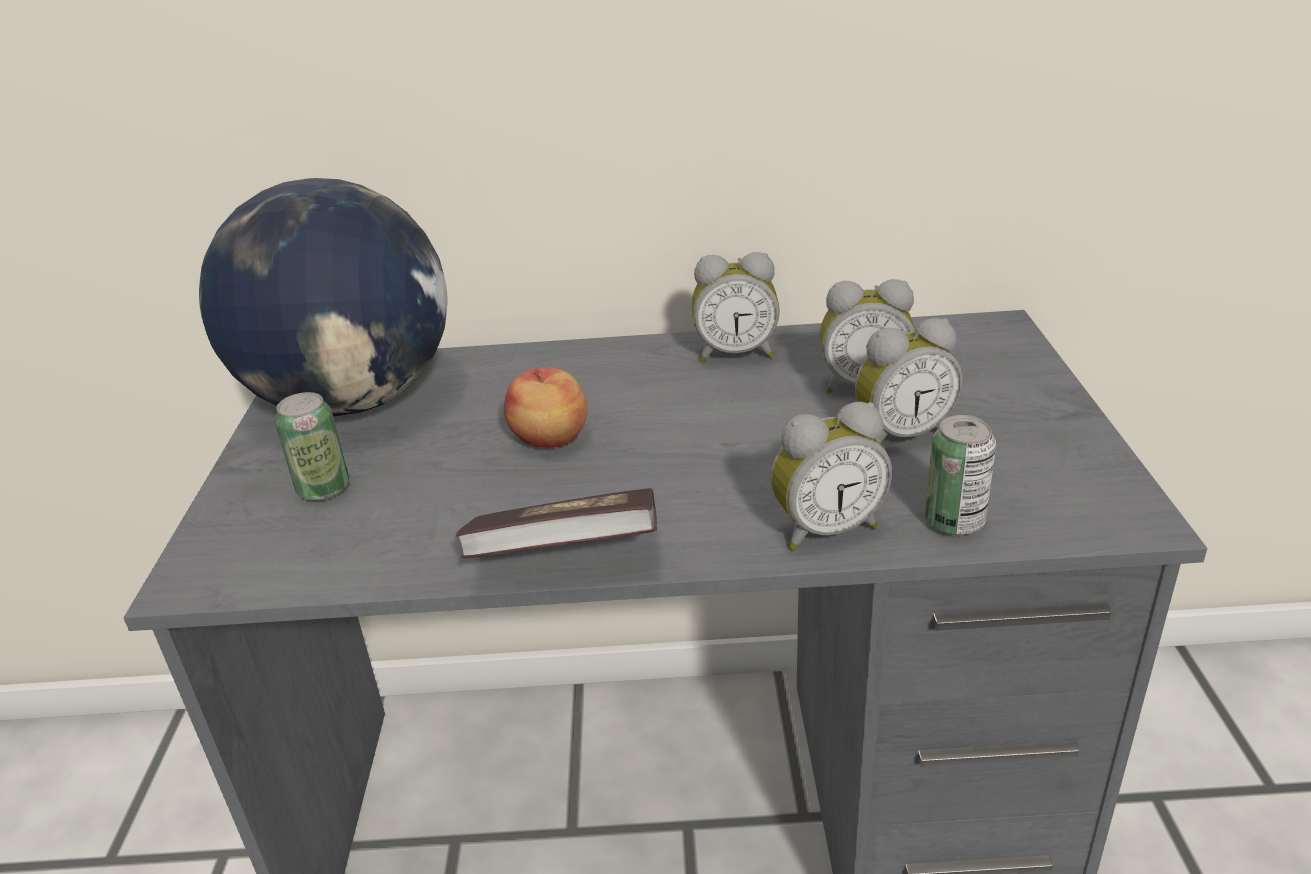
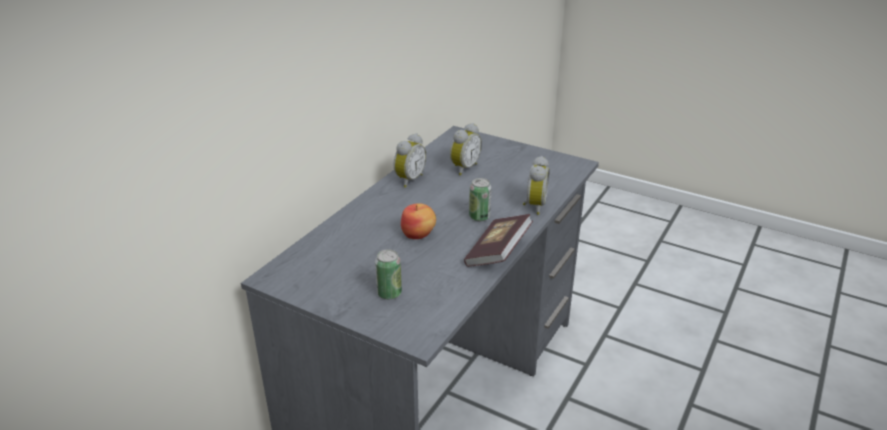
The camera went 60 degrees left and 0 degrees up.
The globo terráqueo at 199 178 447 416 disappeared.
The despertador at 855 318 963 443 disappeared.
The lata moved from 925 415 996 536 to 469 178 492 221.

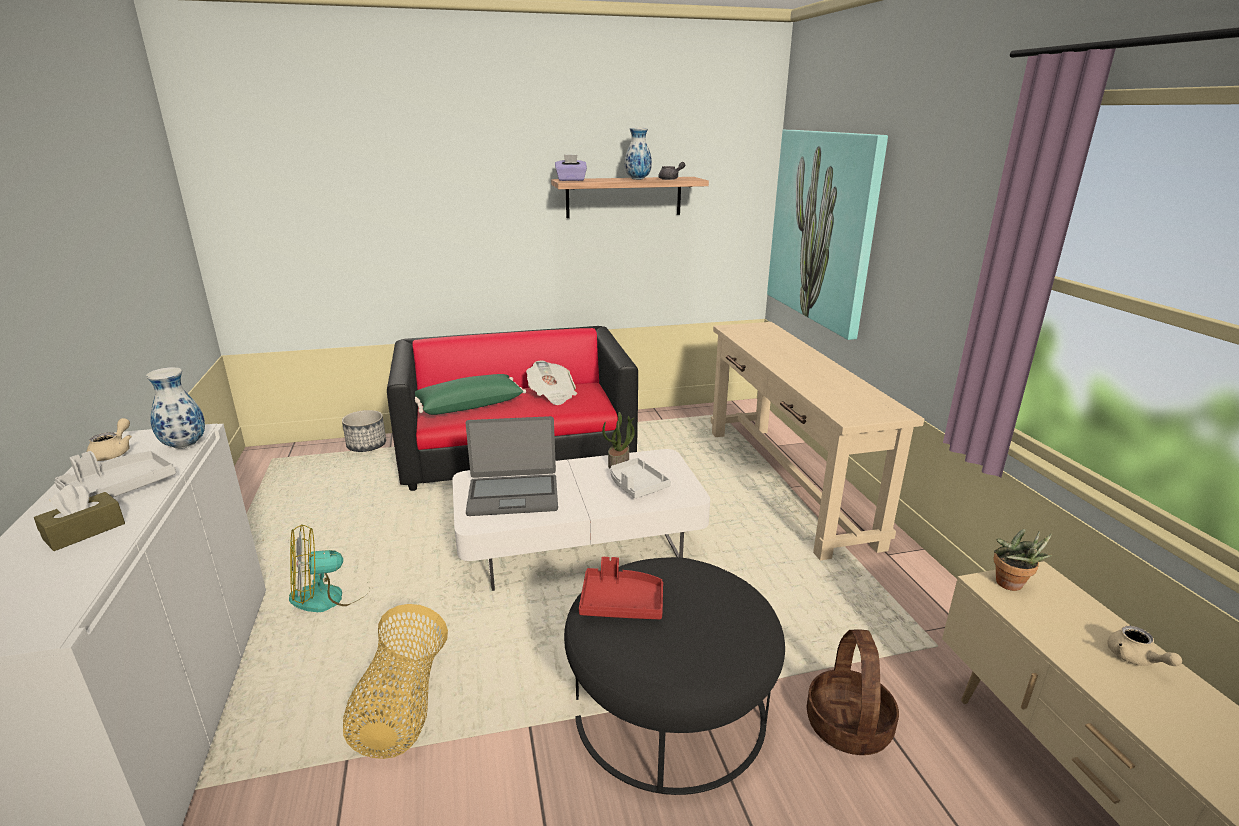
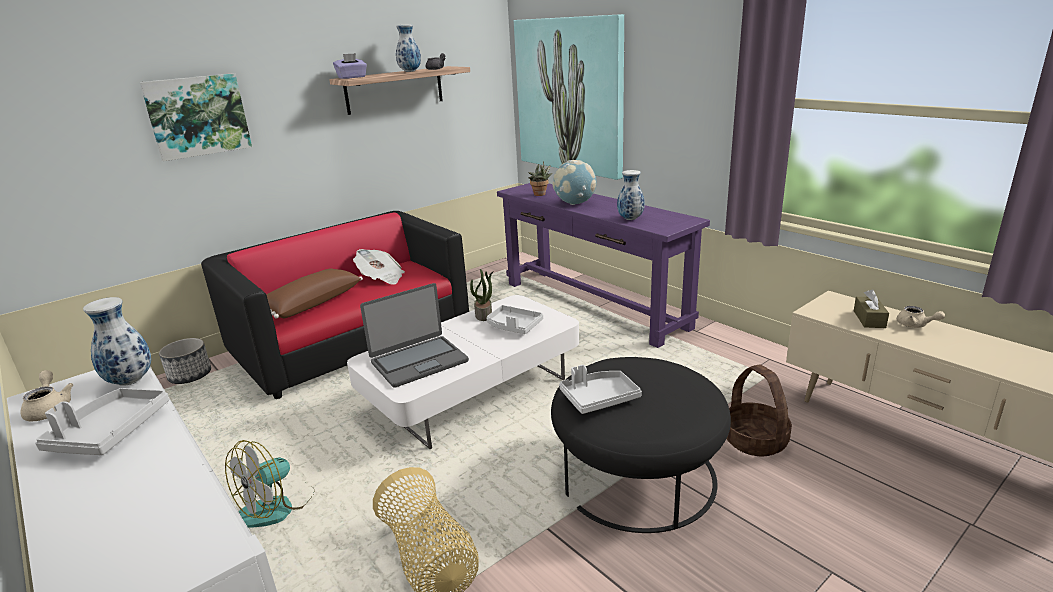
The camera went 25 degrees left and 0 degrees up.
The caja de pañuelos [marrón] moved from 34 485 125 551 to 854 289 889 328.
The cojín [verde] at 415 374 526 415 became the cojín [marrón] at 266 268 363 318.
The bandeja [rojo] at 579 557 663 619 became the bandeja [gris] at 559 365 642 414.
The mesa consola [beis] at 711 322 924 560 became the mesa consola [morado] at 497 183 710 348.
The planta en maceta moved from 993 529 1052 591 to 529 161 552 196.
The cuadro at 139 73 252 161 appeared.
The globo terráqueo at 553 160 596 205 appeared.
The florero at 617 170 645 220 appeared.

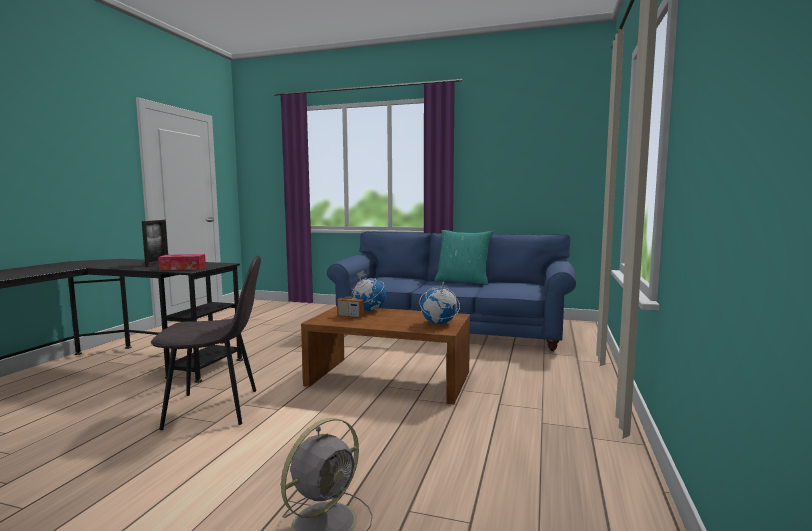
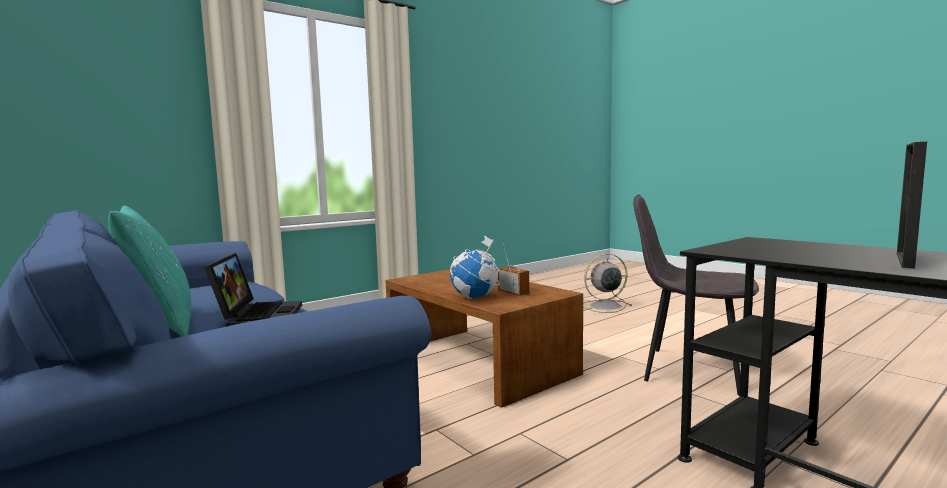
The camera went 145 degrees left and 0 degrees up.
The caja de pañuelos at 158 254 206 270 disappeared.
The globo terráqueo at 419 279 460 324 disappeared.
The portátil at 204 253 302 327 appeared.

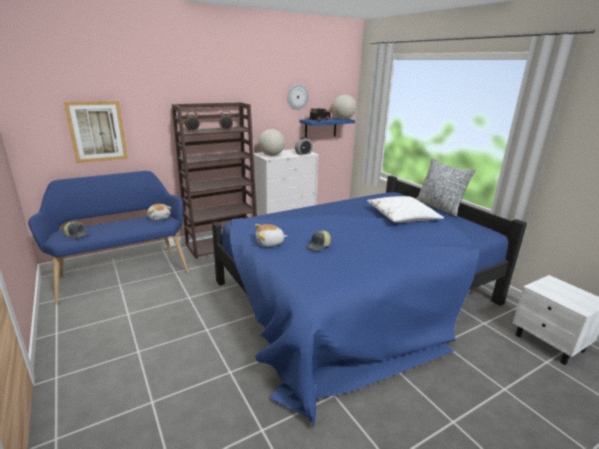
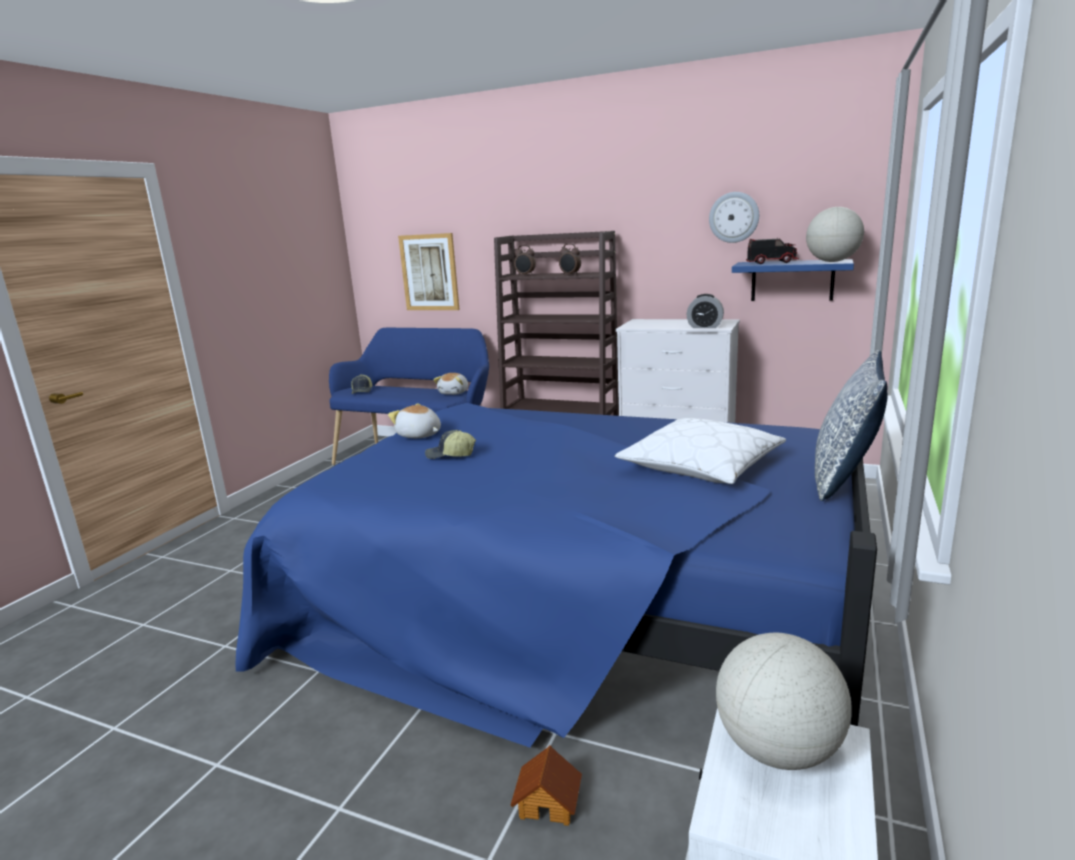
The camera went 55 degrees right and 5 degrees down.
The globo terráqueo moved from 259 129 285 156 to 716 633 852 770.
The casita at 510 745 582 826 appeared.

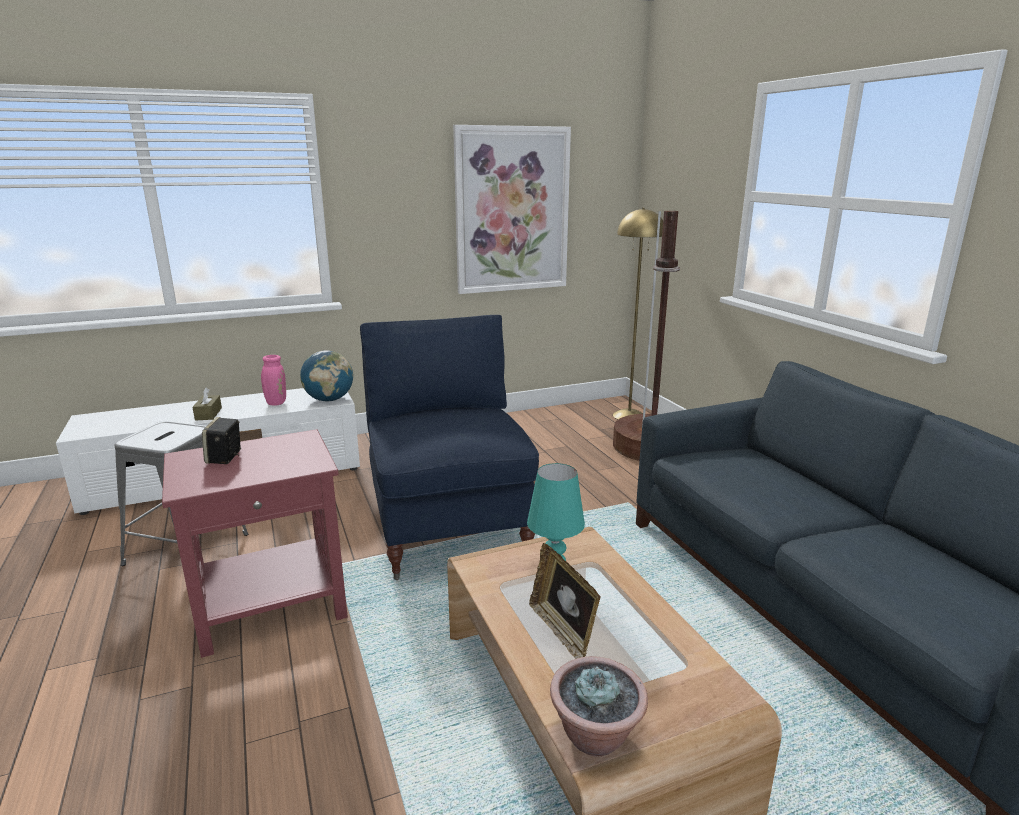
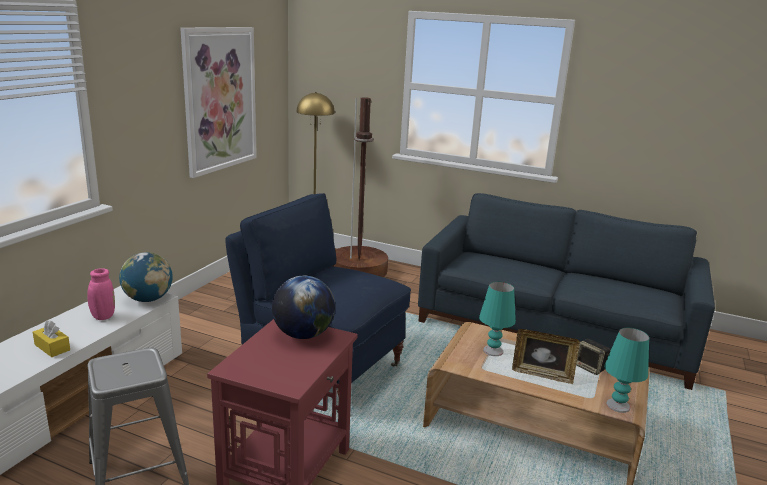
The camera went 45 degrees left and 0 degrees up.
The caja de pañuelos [marrón] at 192 388 222 421 became the caja de pañuelos [amarillo] at 33 320 70 357.
The altavoz moved from 202 417 241 464 to 576 339 610 375.
The planta en maceta at 550 656 648 756 was replaced by the lámpara de mesa [turquesa] at 604 328 649 413.
The globo terráqueo at 272 276 335 339 appeared.

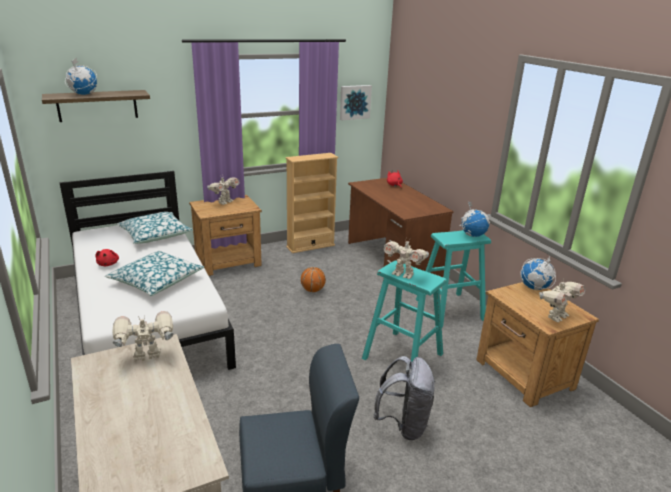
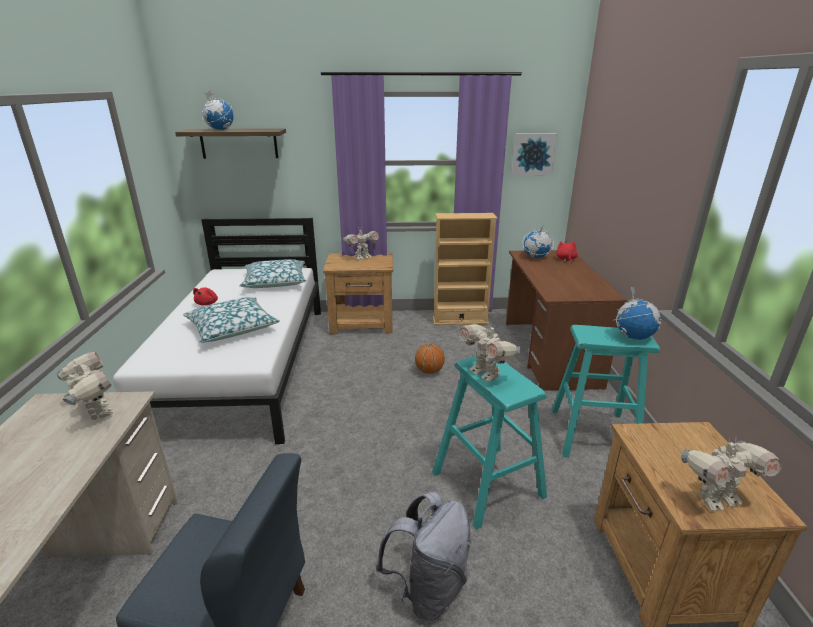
The camera went 25 degrees right and 0 degrees up.
The robot de juguete at 112 311 173 362 turned 45 degrees clockwise.
The globo terráqueo moved from 520 256 556 290 to 522 226 554 258.

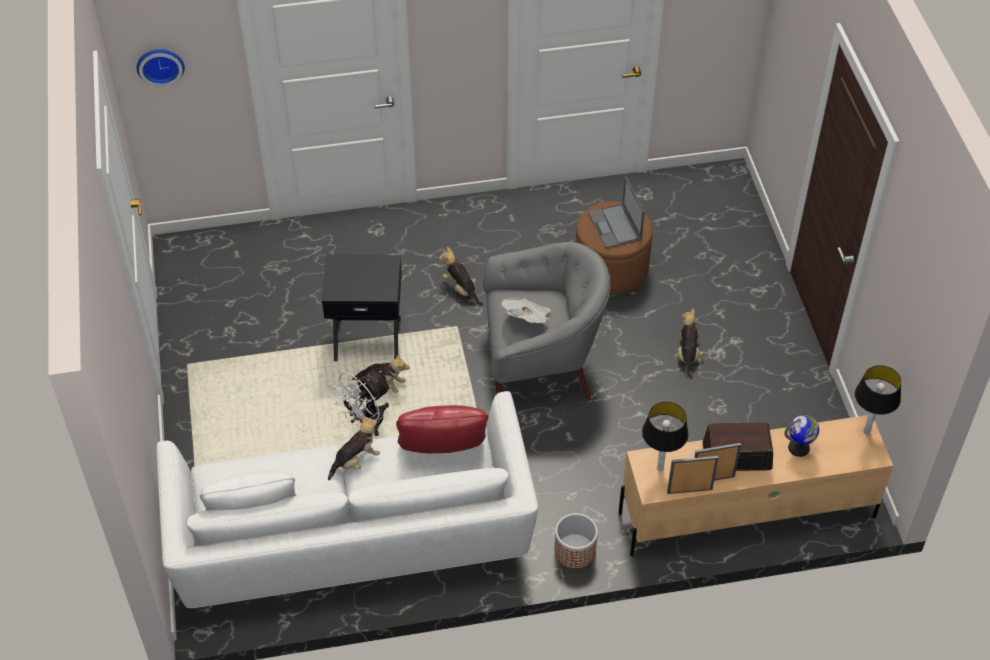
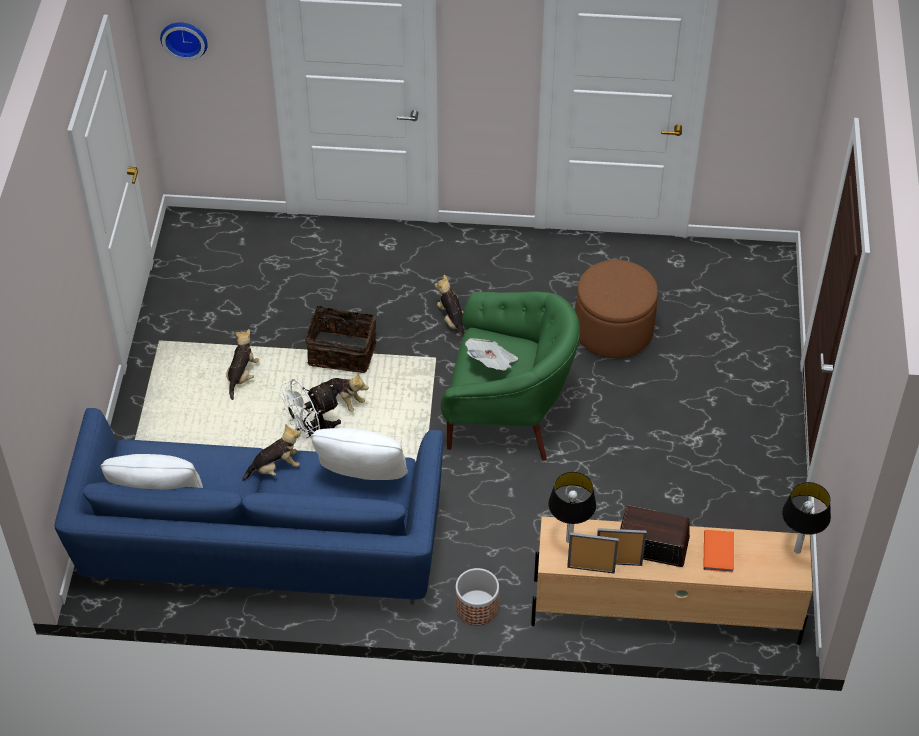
The camera went 15 degrees right and 0 degrees up.
The sofá [blanco] at 156 391 539 612 became the sofá [azul] at 54 408 443 605.
The mesa auxiliar [negro] at 322 254 402 361 was replaced by the cesta at 305 298 377 373.
The cojín [rojo] at 396 405 489 453 became the cojín [blanco] at 311 428 408 480.
The sillón [gris] at 483 242 610 401 became the sillón [verde] at 441 291 580 461.
The portátil at 588 176 645 248 disappeared.
The peluche moved from 678 308 704 379 to 226 329 259 400.
The globo terráqueo at 784 414 819 457 was replaced by the libro [naranja] at 703 530 734 572.

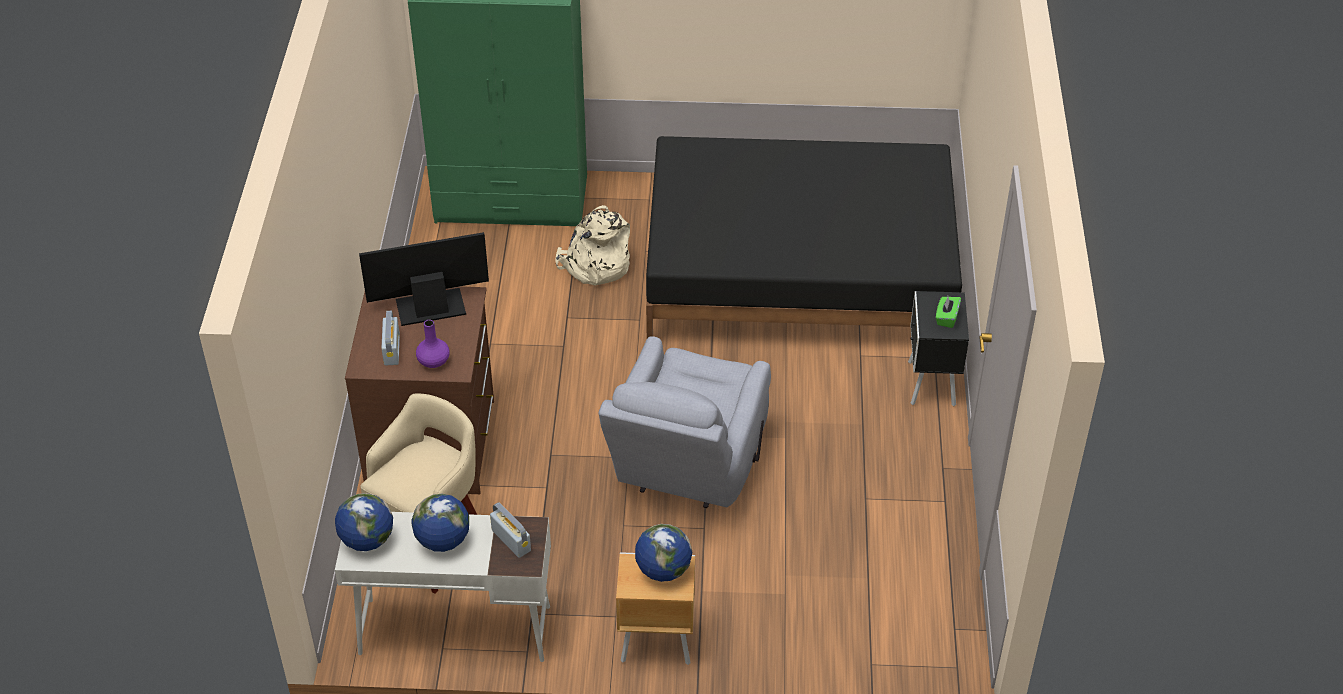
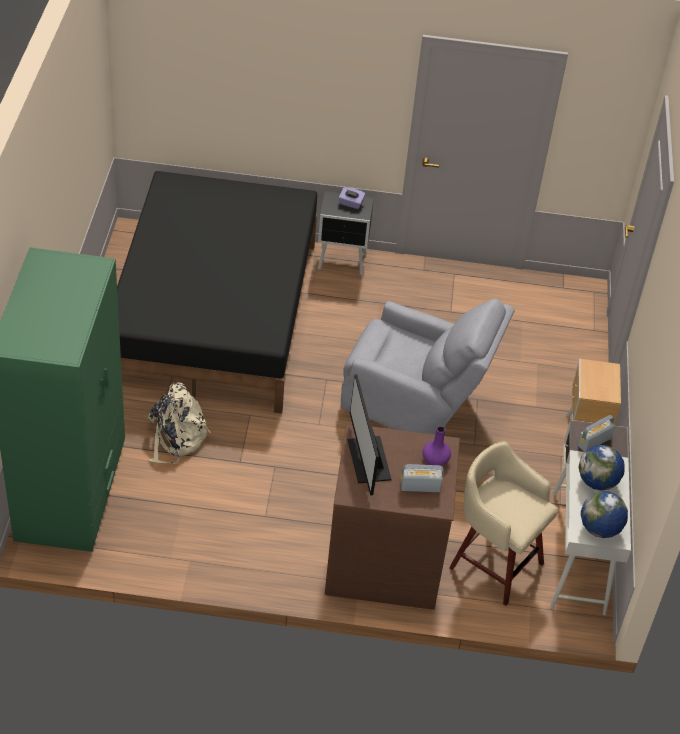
The camera went 90 degrees left and 0 degrees up.
The globo terráqueo at 635 524 692 582 disappeared.
The caja de pañuelos [verde] at 936 296 961 328 became the caja de pañuelos [morado] at 339 187 366 209.

